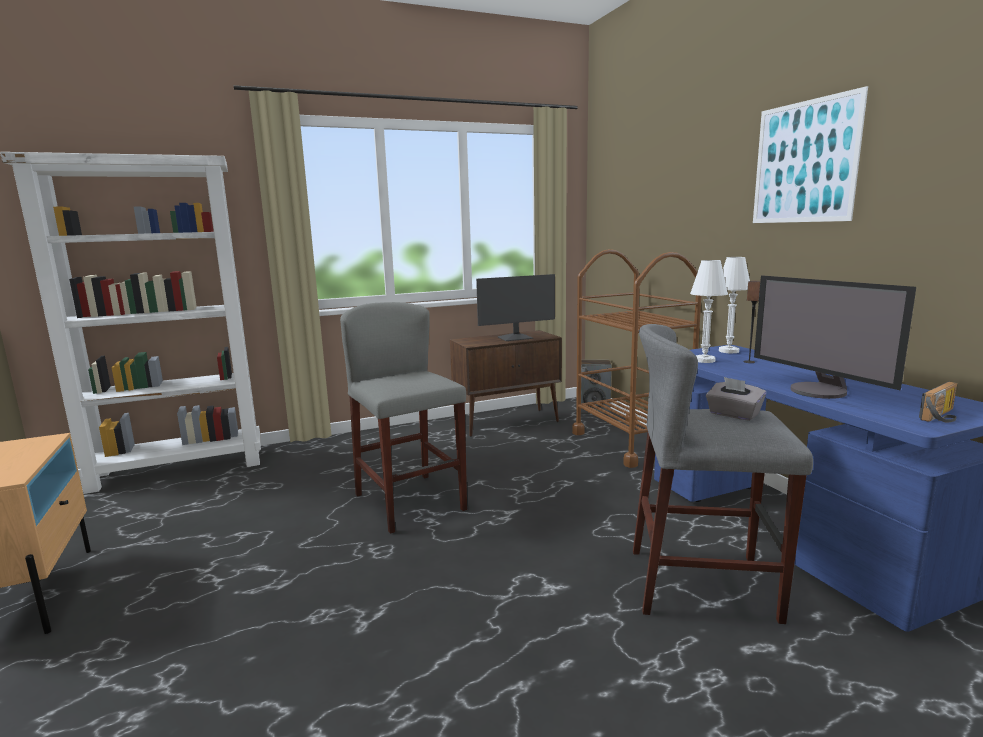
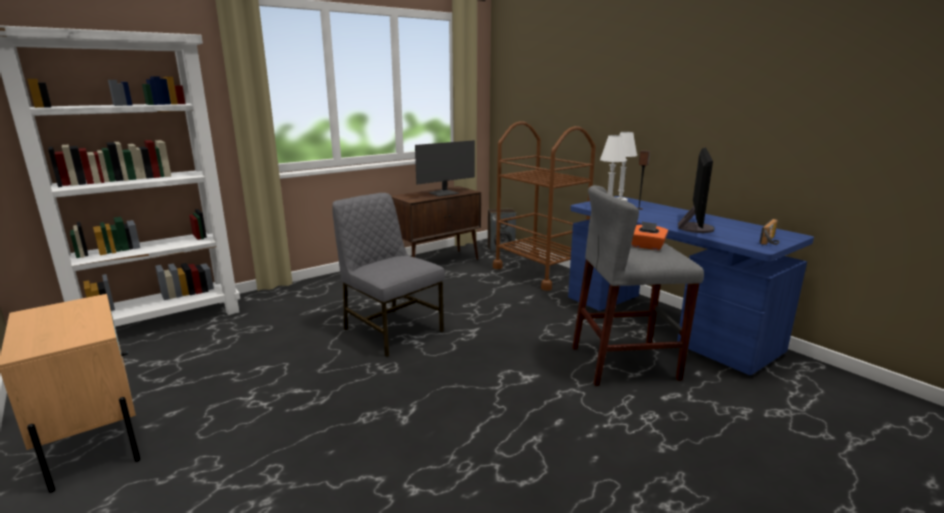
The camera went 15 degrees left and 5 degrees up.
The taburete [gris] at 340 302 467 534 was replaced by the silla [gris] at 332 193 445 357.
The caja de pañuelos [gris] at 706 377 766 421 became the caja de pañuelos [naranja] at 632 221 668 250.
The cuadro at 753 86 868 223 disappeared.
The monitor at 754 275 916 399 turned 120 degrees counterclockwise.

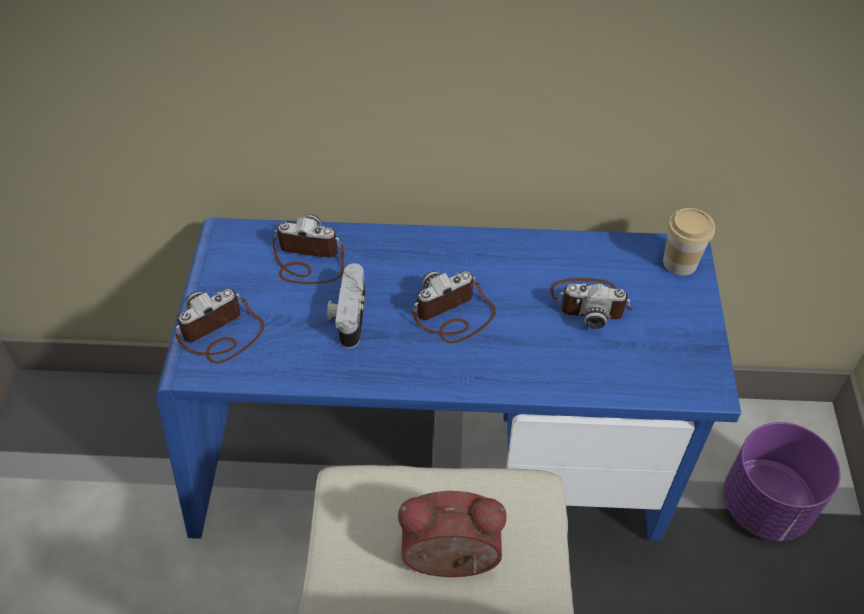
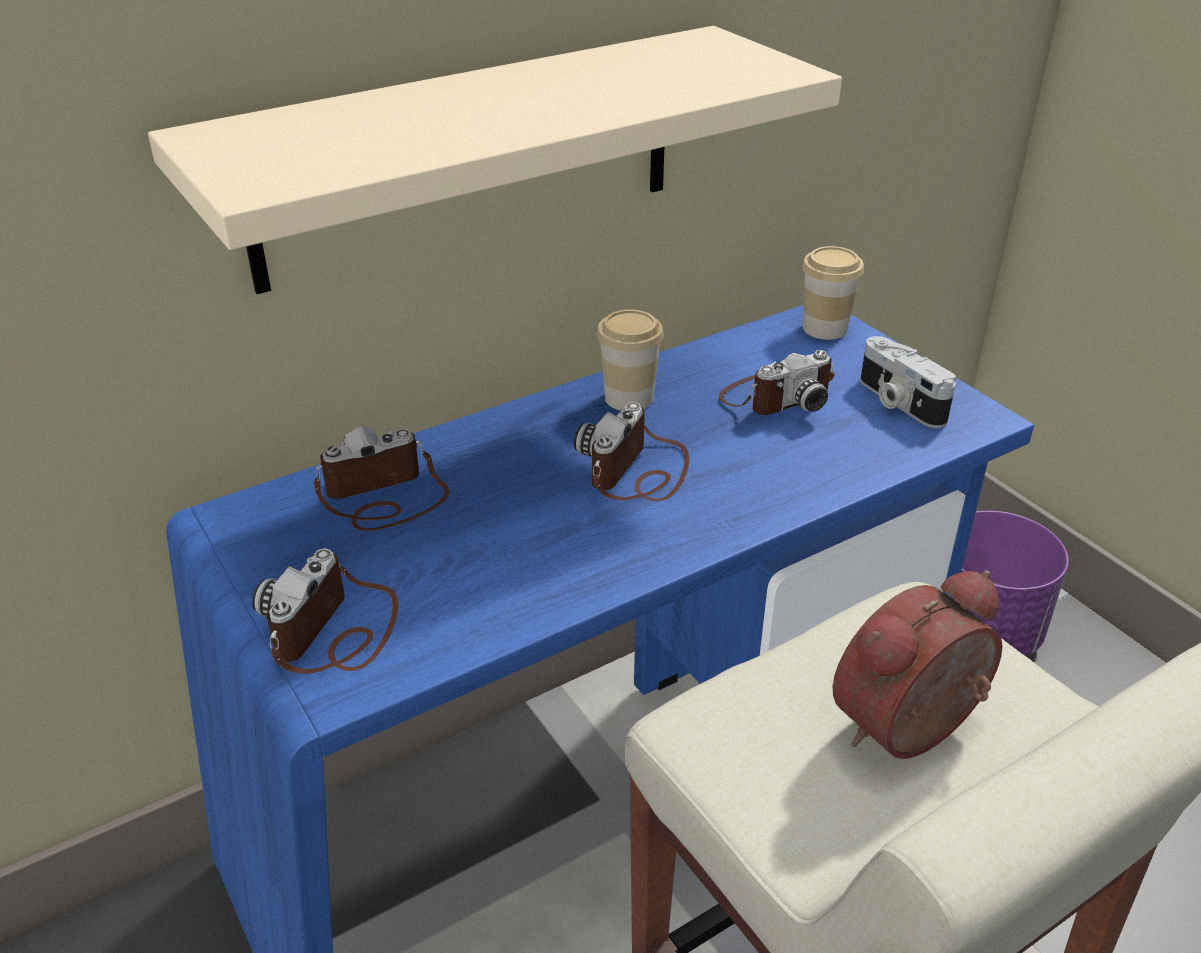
The camera went 35 degrees left and 15 degrees down.
The cámara moved from 327 263 365 349 to 860 336 956 428.
The estante [beis] at 148 26 842 294 appeared.
The taza at 597 309 664 410 appeared.

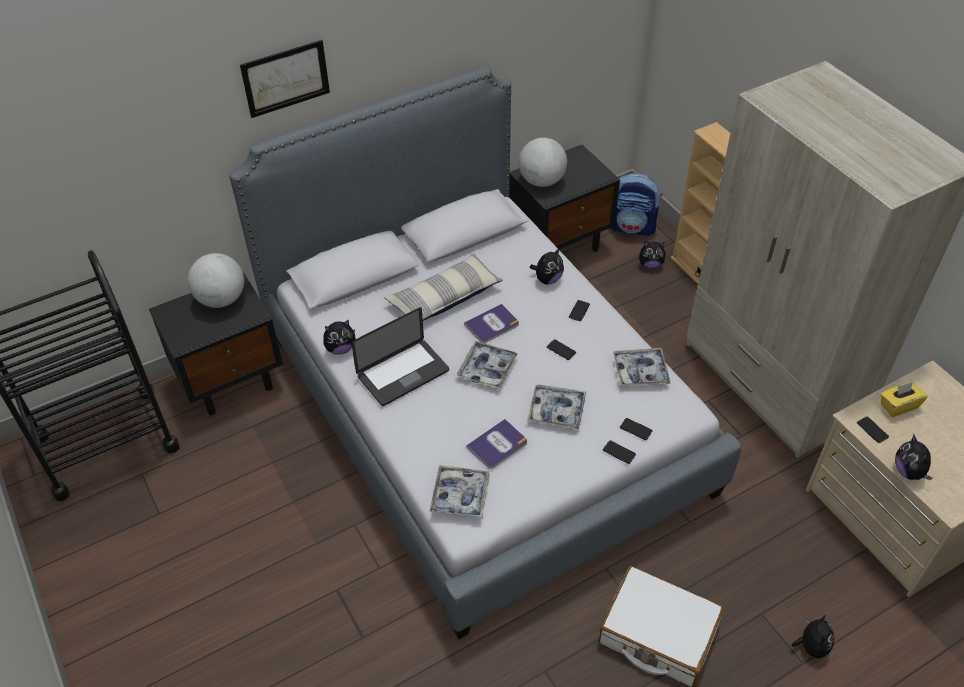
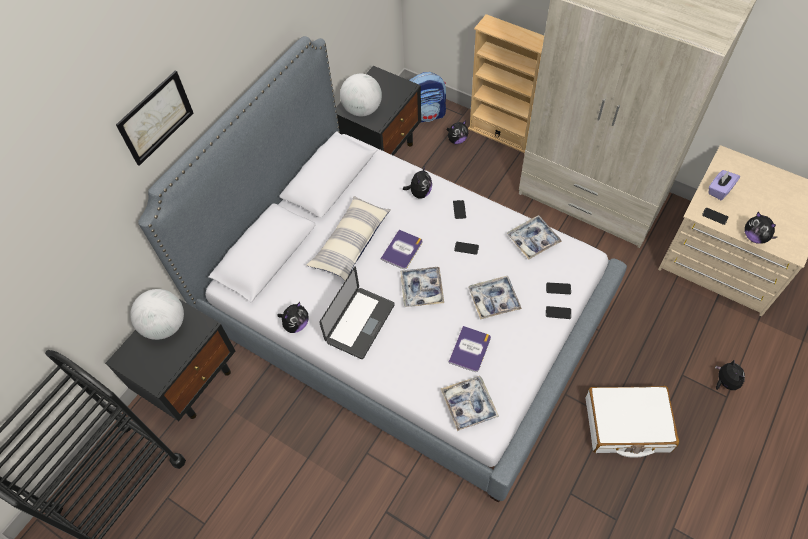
The camera went 25 degrees left and 10 degrees up.
The caja de pañuelos [amarillo] at 880 382 928 417 became the caja de pañuelos [morado] at 708 170 740 200.

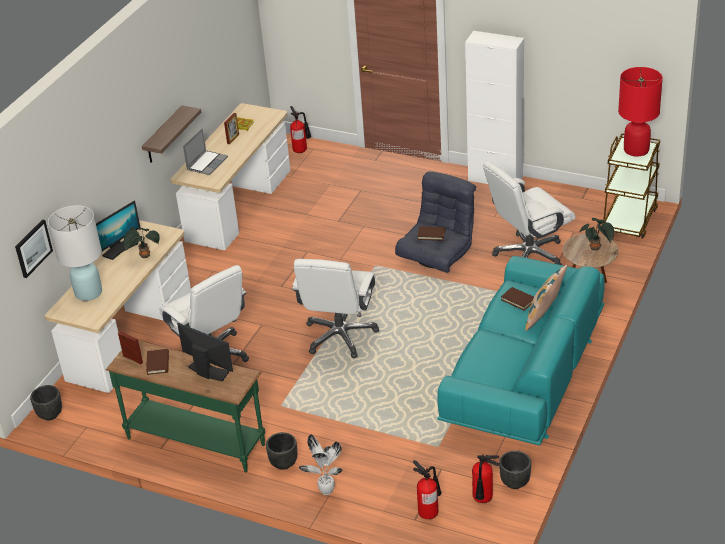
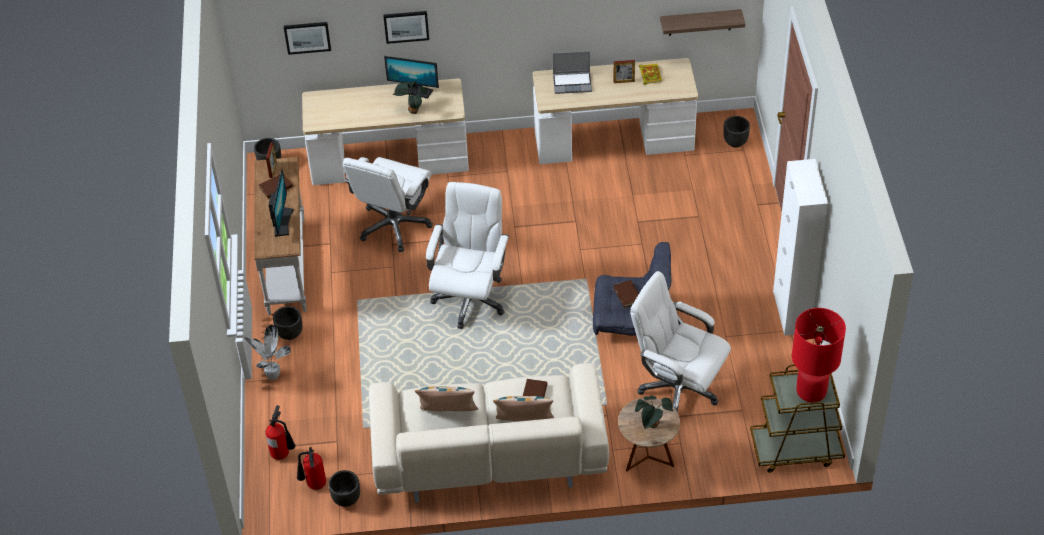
The camera went 60 degrees right and 10 degrees up.
The lámpara de mesa [blanco] at 48 205 102 301 disappeared.
The mesa consola [verde] at 105 341 265 472 became the mesa consola [blanco] at 254 157 306 315.
The estante moved from 142 105 201 163 to 660 9 745 36.
The extintor at 290 106 311 153 was replaced by the maceta [negro] at 724 116 750 147.
The silla de oficina [blanco] at 292 259 379 358 turned 120 degrees clockwise.
The sofá [turquesa] at 438 256 605 446 became the sofá [beis] at 369 363 609 503.
The cuadro at 383 11 429 44 appeared.
The cojín at 415 386 478 411 appeared.

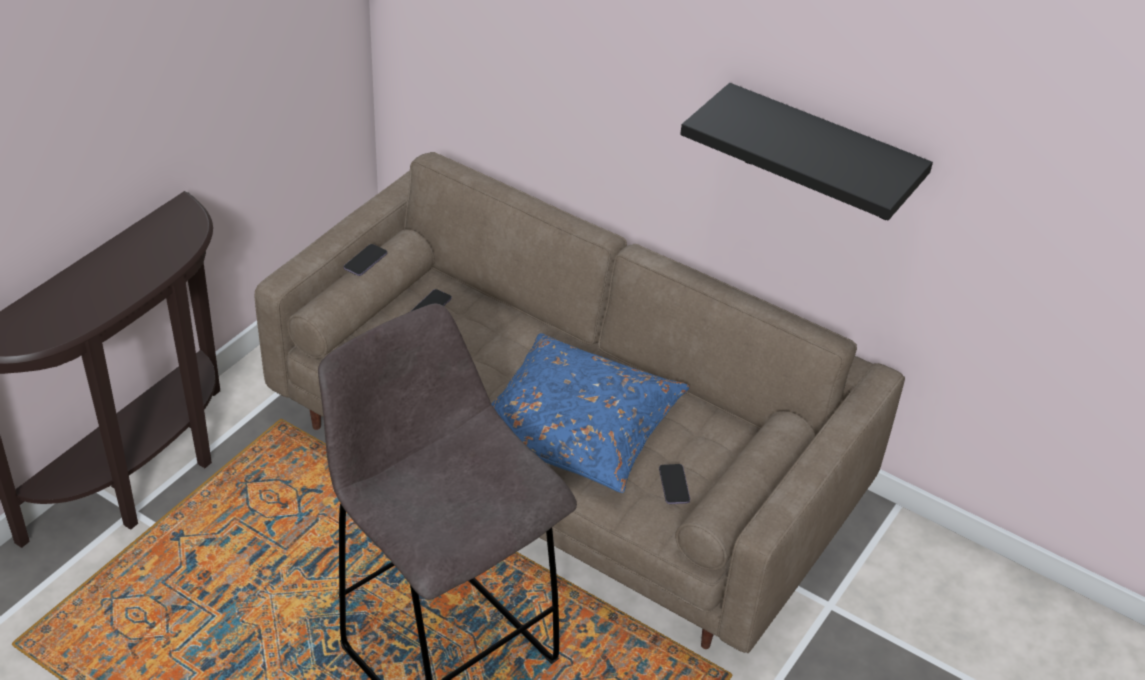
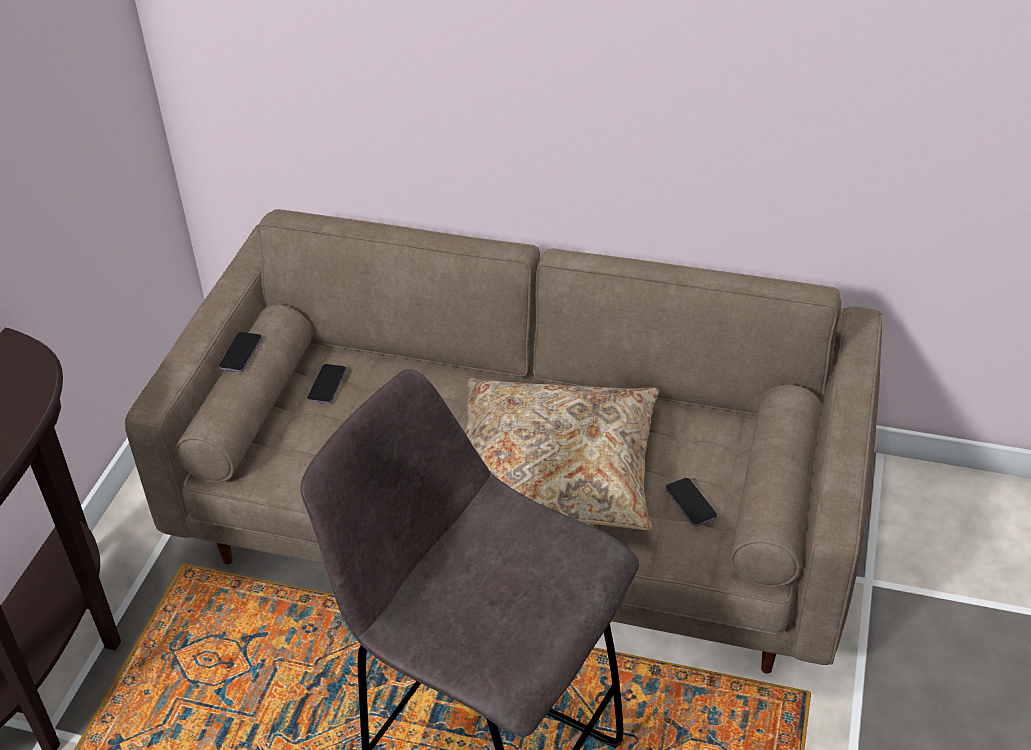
The camera went 15 degrees left and 0 degrees up.
The cojín [azul] at 491 333 690 493 became the cojín [beis] at 465 378 659 530.
The estante [negro] at 680 83 933 220 disappeared.

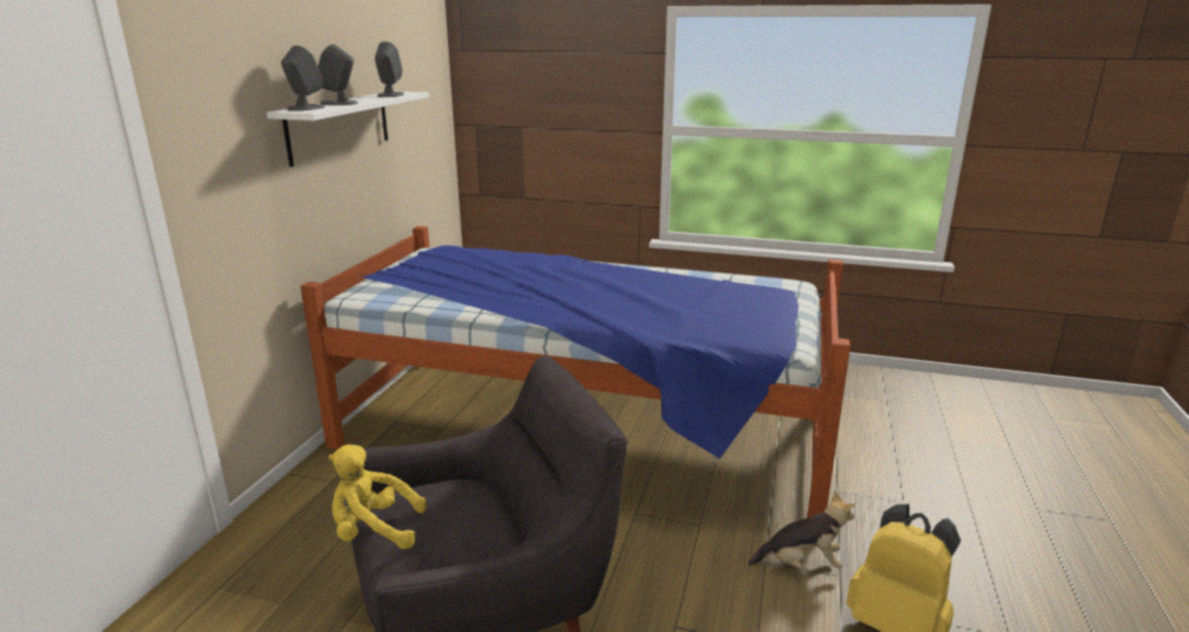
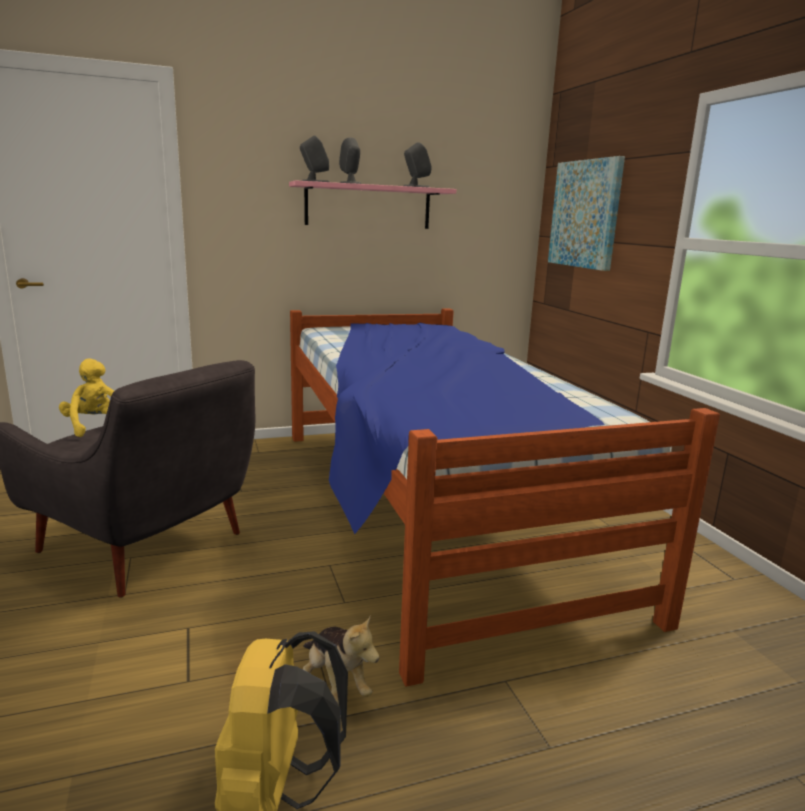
The camera went 55 degrees right and 5 degrees down.
The estante [blanco] at 267 91 429 167 became the estante [rosa] at 289 180 457 229.
The cuadro at 548 156 625 271 appeared.

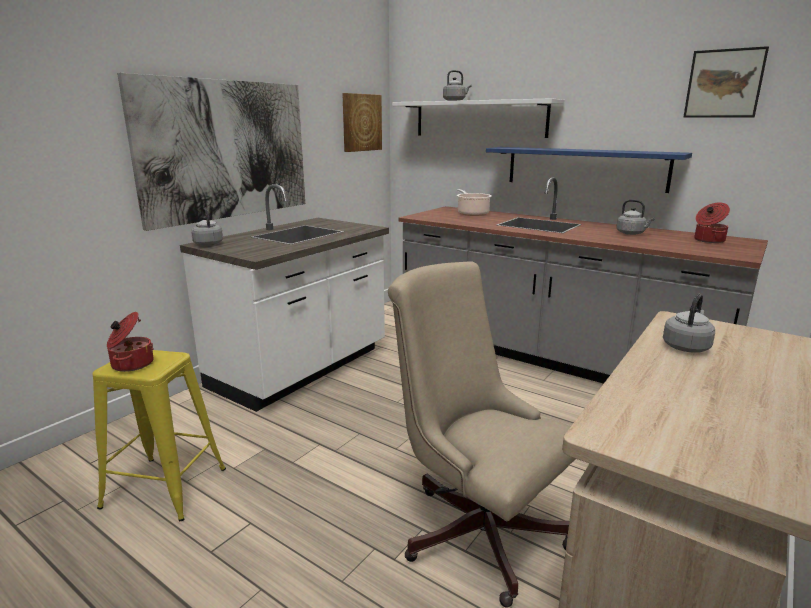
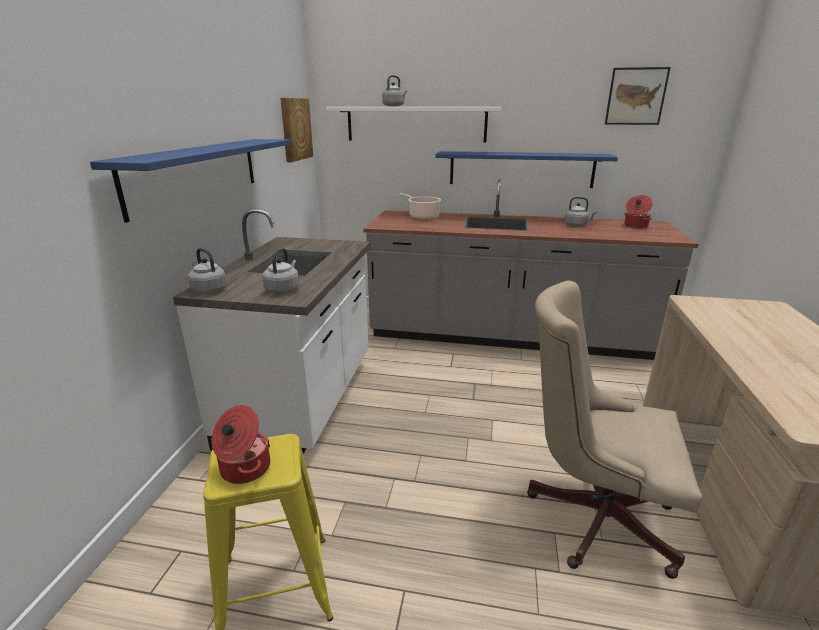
The camera went 25 degrees left and 5 degrees up.
The cuadro at 117 73 305 231 was replaced by the estante [azul] at 90 139 291 223.
The hervidor [gris] moved from 663 294 715 353 to 262 248 299 294.

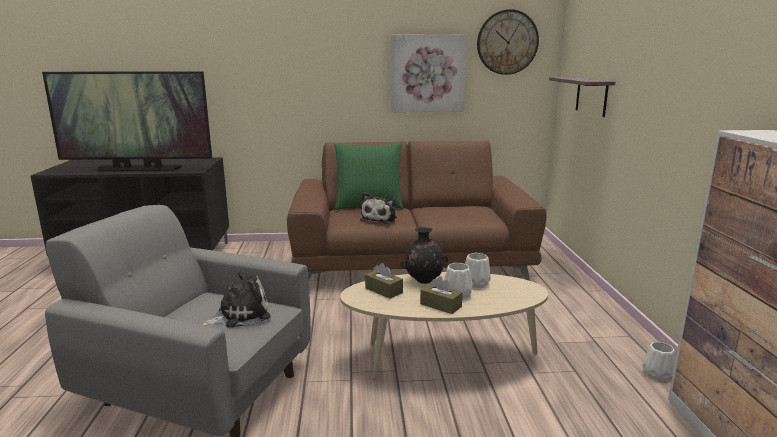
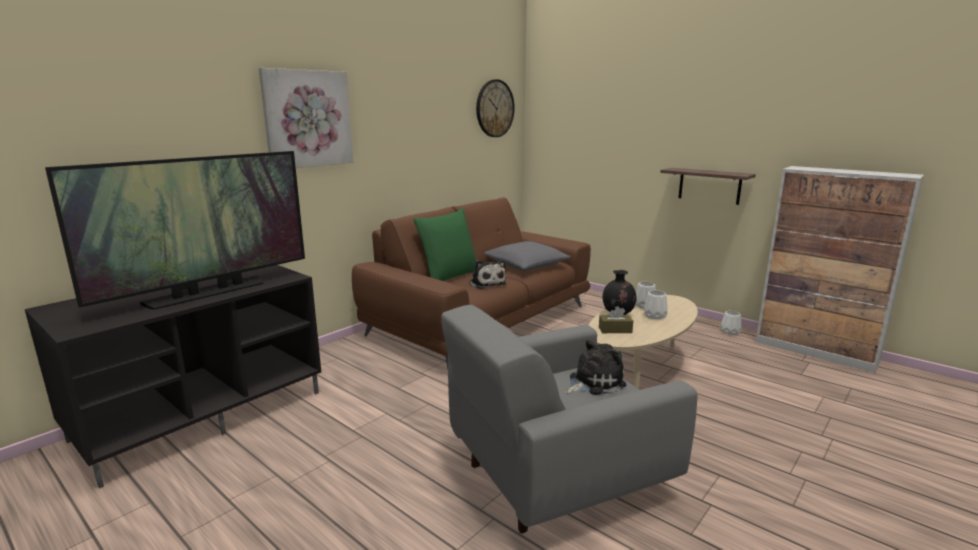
The camera went 45 degrees left and 0 degrees up.
The peluche at 201 271 271 328 turned 45 degrees clockwise.
The cuadro moved from 391 34 467 112 to 259 68 353 168.
The caja de pañuelos [marrón] at 420 277 463 314 disappeared.
The estante moved from 549 77 615 117 to 660 168 756 205.
The cojín [gris] at 484 241 571 271 appeared.

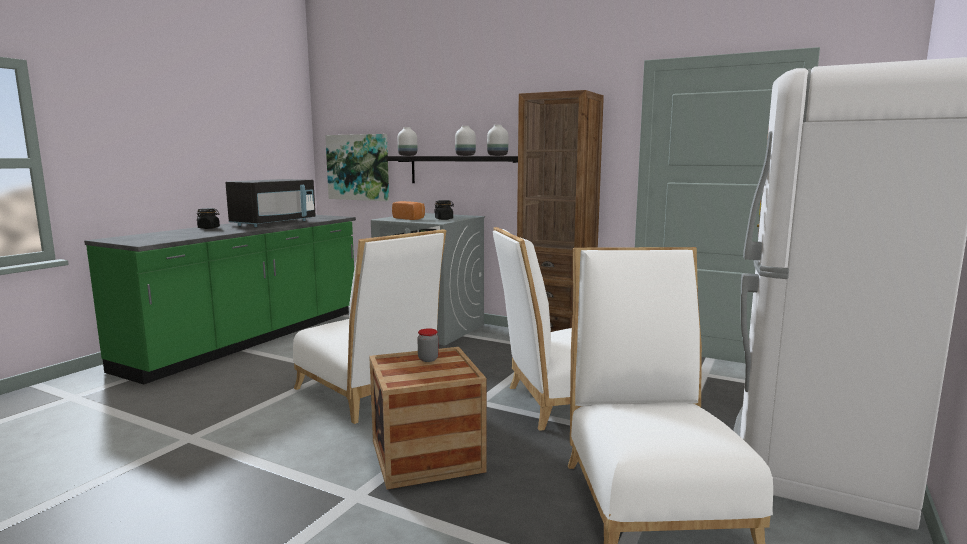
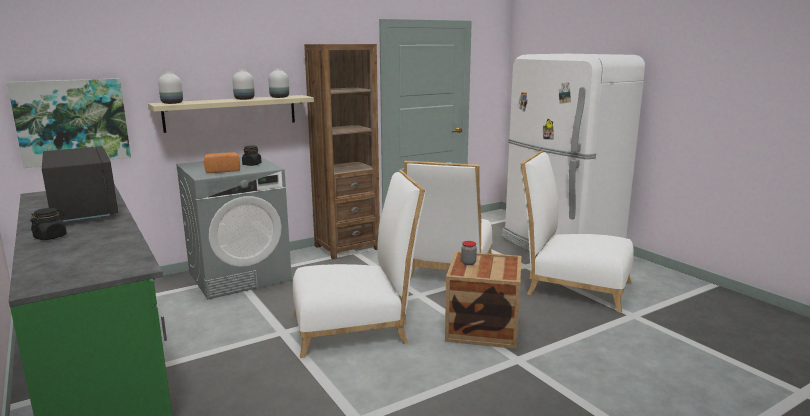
The camera went 60 degrees left and 5 degrees up.
The estante [negro] at 386 156 518 183 became the estante [beis] at 148 95 314 133.

